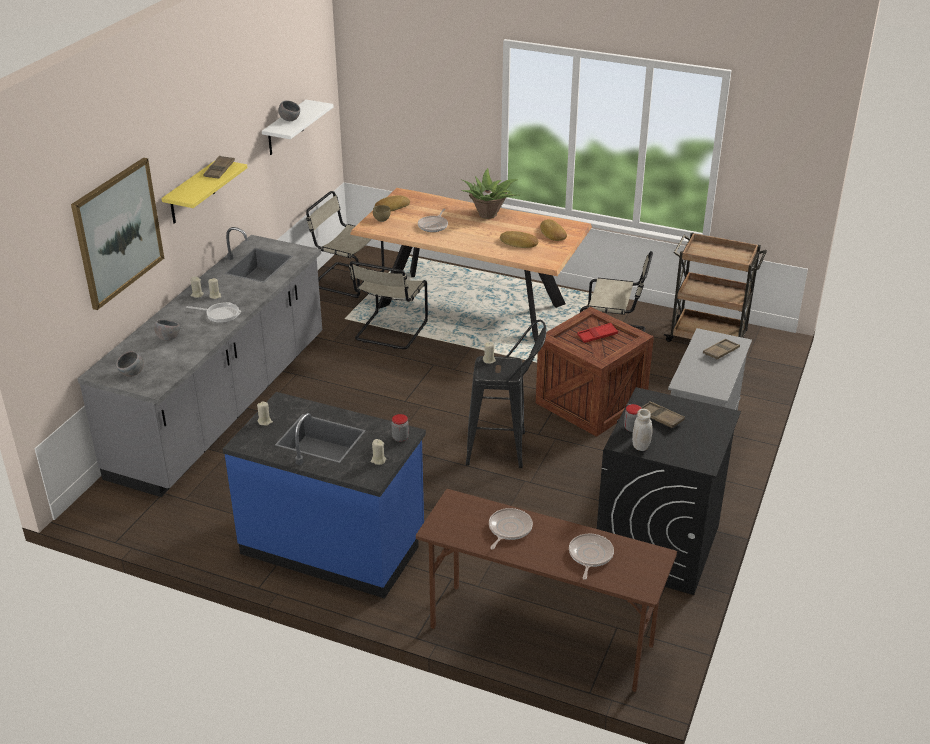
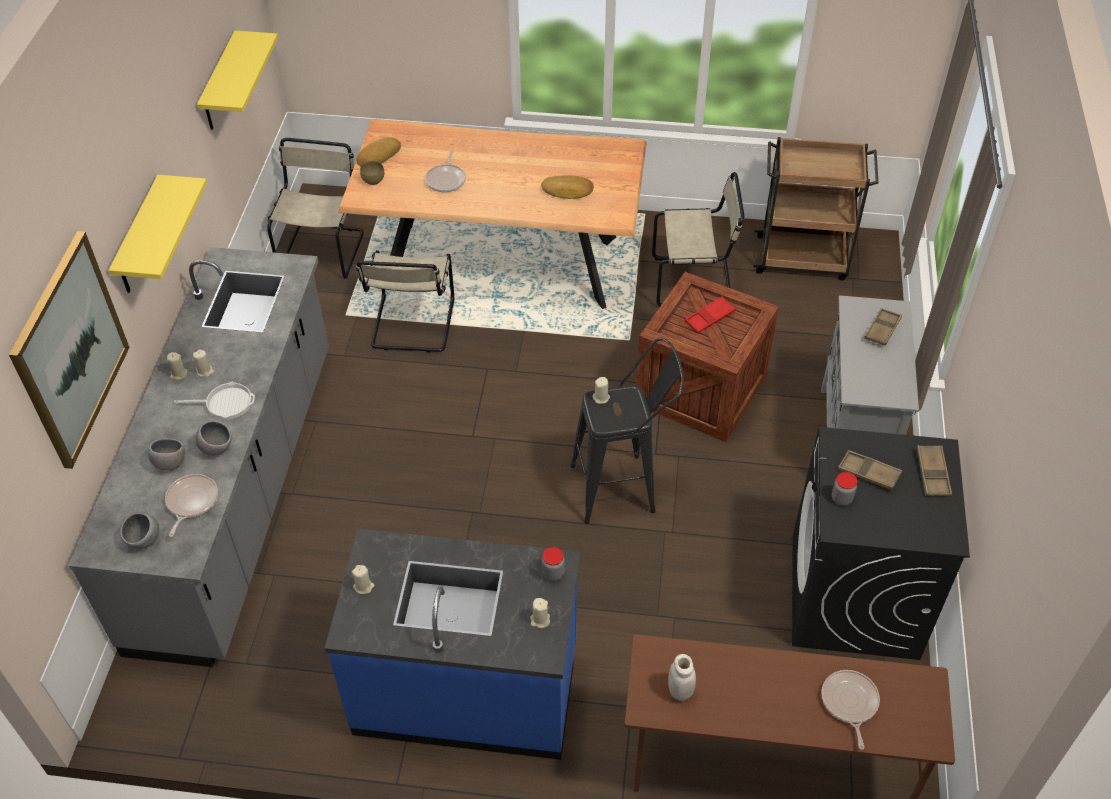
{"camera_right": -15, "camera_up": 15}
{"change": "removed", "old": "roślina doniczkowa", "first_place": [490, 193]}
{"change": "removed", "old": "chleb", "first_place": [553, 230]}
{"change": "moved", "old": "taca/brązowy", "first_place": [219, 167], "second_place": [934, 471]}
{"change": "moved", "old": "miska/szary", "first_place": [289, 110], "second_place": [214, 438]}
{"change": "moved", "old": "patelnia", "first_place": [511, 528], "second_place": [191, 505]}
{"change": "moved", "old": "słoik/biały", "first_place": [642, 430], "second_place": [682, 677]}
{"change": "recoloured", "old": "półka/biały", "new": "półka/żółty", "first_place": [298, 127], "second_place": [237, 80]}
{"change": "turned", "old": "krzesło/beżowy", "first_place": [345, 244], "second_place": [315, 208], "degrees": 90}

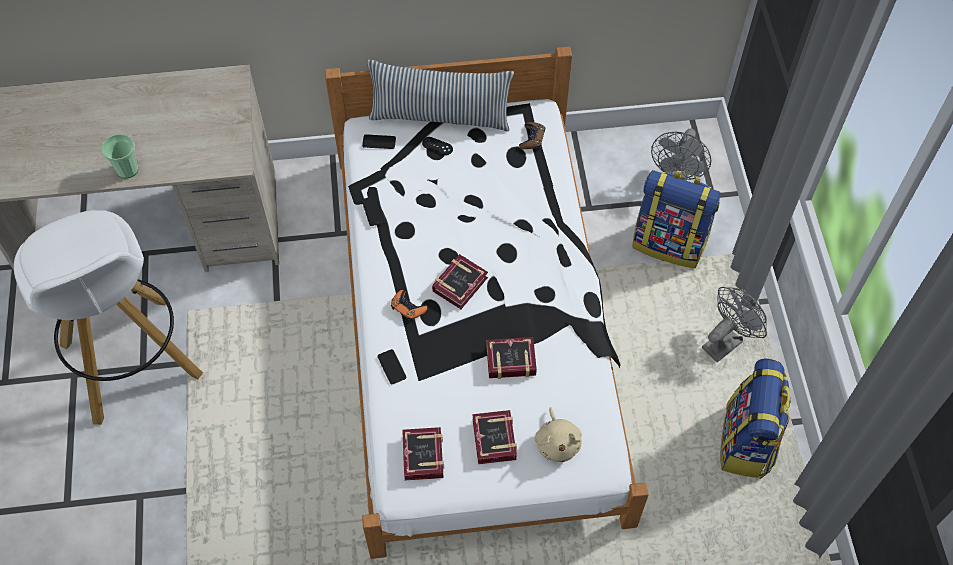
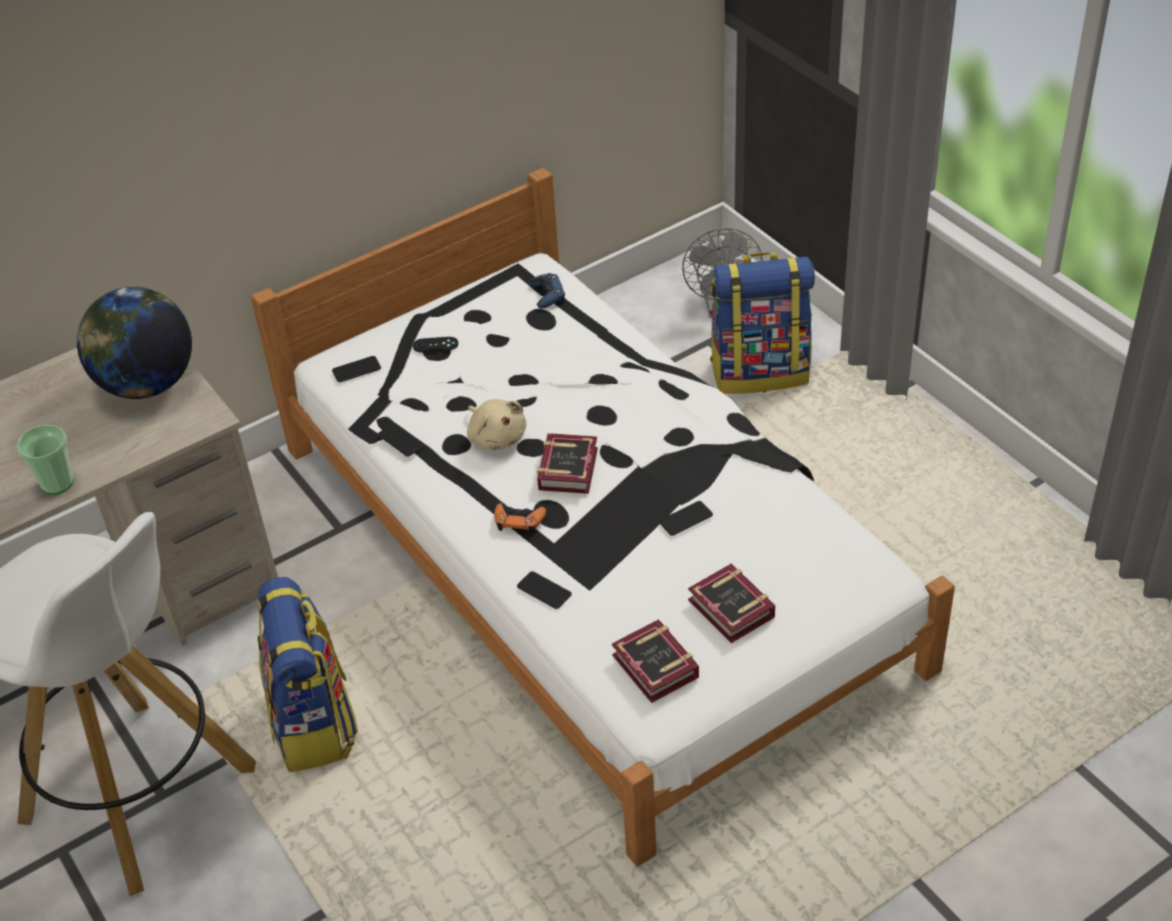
{"camera_right": -25, "camera_up": -15}
{"change": "removed", "old": "poduszka", "first_place": [440, 95]}
{"change": "removed", "old": "wentylator/szary", "first_place": [734, 324]}
{"change": "added", "new": "globus", "second_place": [134, 343]}
{"change": "moved", "old": "pluszak/beżowy", "first_place": [558, 434], "second_place": [496, 425]}
{"change": "moved", "old": "plecak", "first_place": [756, 418], "second_place": [307, 674]}
{"change": "replaced", "old": "książka", "new": "telefon", "first_place": [511, 358], "second_place": [686, 518]}
{"change": "recoloured", "old": "pad do gier/brązowy", "new": "pad do gier/niebieski", "first_place": [532, 135], "second_place": [547, 291]}

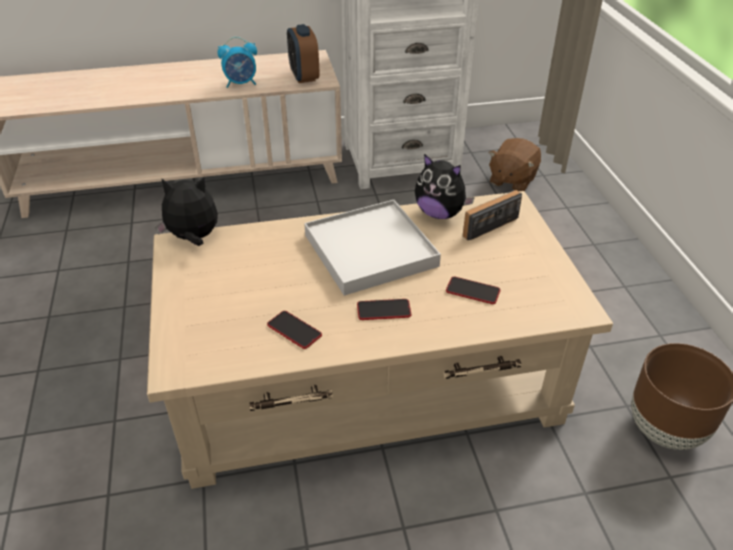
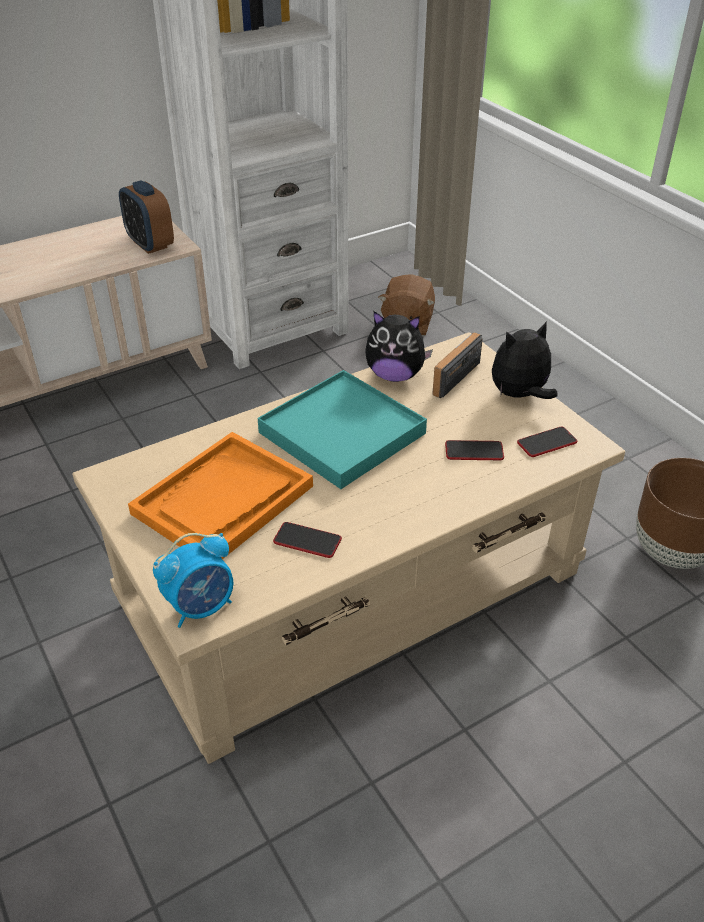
{"camera_right": -20, "camera_up": 0}
{"change": "added", "new": "taca/pomarańczowy", "second_place": [220, 495]}
{"change": "moved", "old": "pluszak", "first_place": [186, 211], "second_place": [525, 360]}
{"change": "moved", "old": "budzik", "first_place": [237, 62], "second_place": [193, 580]}
{"change": "moved", "old": "telefon", "first_place": [384, 309], "second_place": [547, 442]}
{"change": "recoloured", "old": "taca/biały", "new": "taca/turkusowy", "first_place": [372, 248], "second_place": [342, 429]}

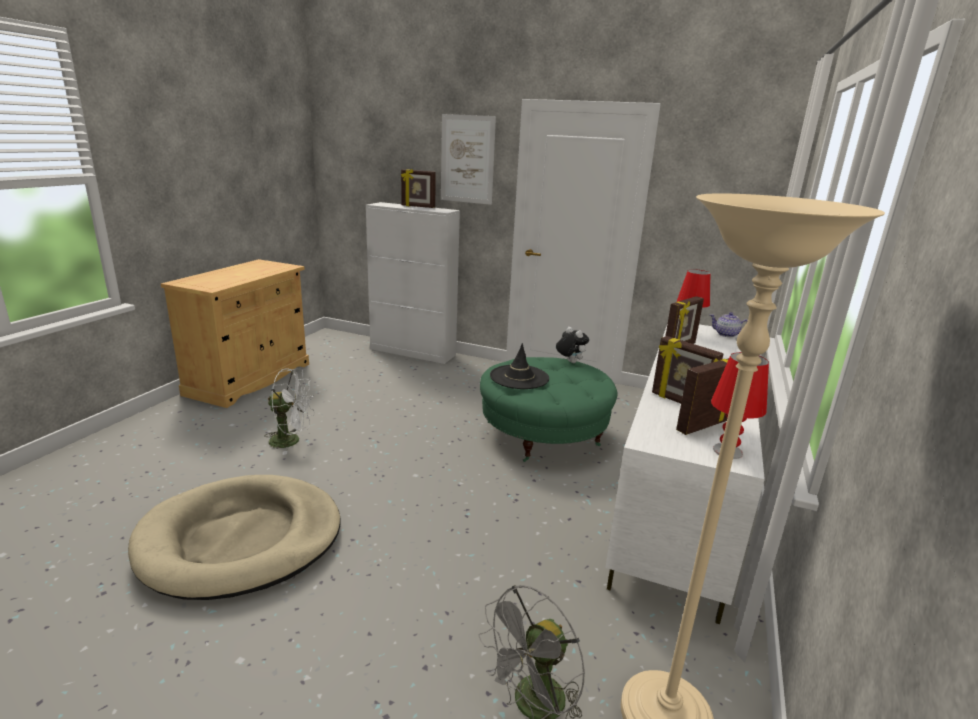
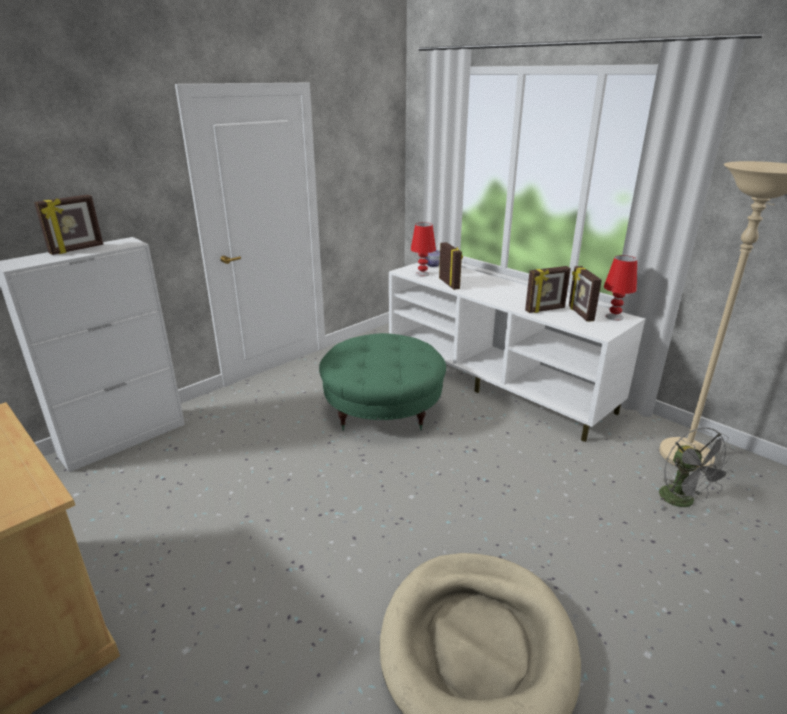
{"camera_right": -65, "camera_up": 5}
{"change": "removed", "old": "wentylator/biały", "first_place": [290, 411]}
{"change": "removed", "old": "obraz", "first_place": [468, 159]}
{"change": "removed", "old": "kapelusz/czarny", "first_place": [519, 366]}
{"change": "removed", "old": "pluszak", "first_place": [572, 345]}

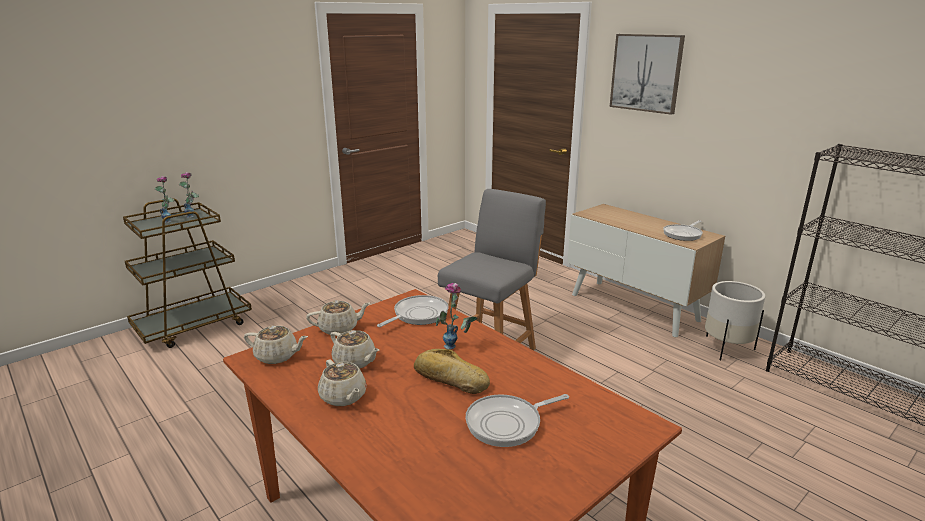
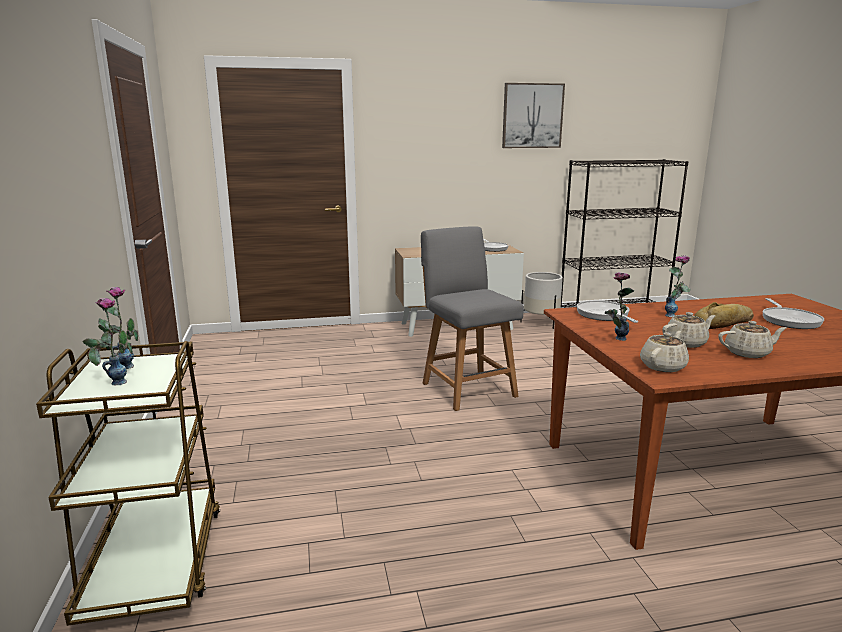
{"camera_right": -60, "camera_up": -5}
{"change": "moved", "old": "obraz", "first_place": [647, 74], "second_place": [533, 115]}
{"change": "replaced", "old": "imbryk/beżowy", "new": "wazon", "first_place": [338, 317], "second_place": [619, 306]}

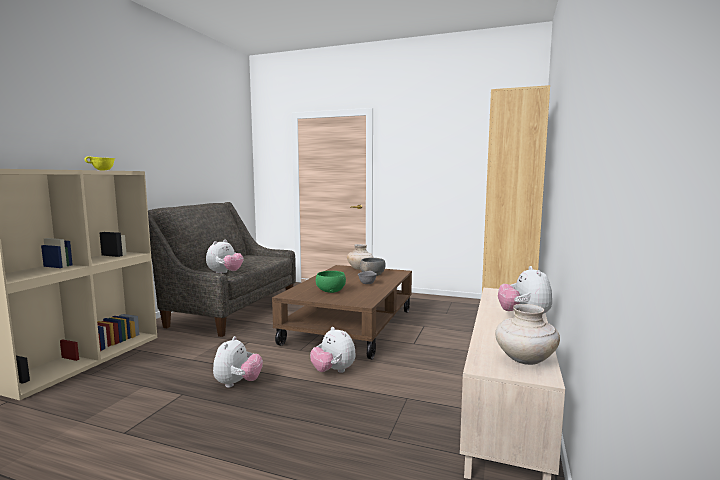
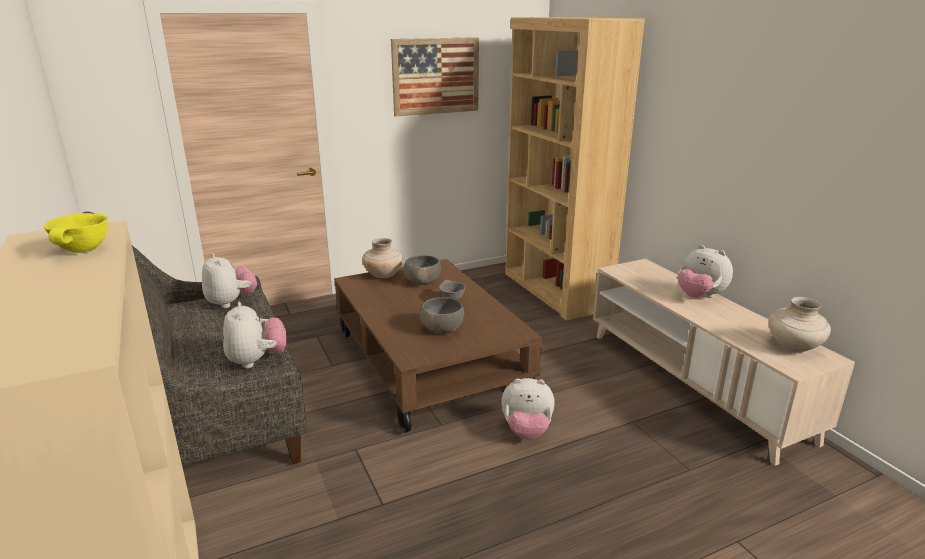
{"camera_right": -45, "camera_up": 15}
{"change": "added", "new": "obraz", "second_place": [435, 77]}
{"change": "moved", "old": "pluszak", "first_place": [238, 362], "second_place": [229, 280]}
{"change": "recoloured", "old": "miska/zielony", "new": "miska/szary", "first_place": [331, 282], "second_place": [442, 315]}

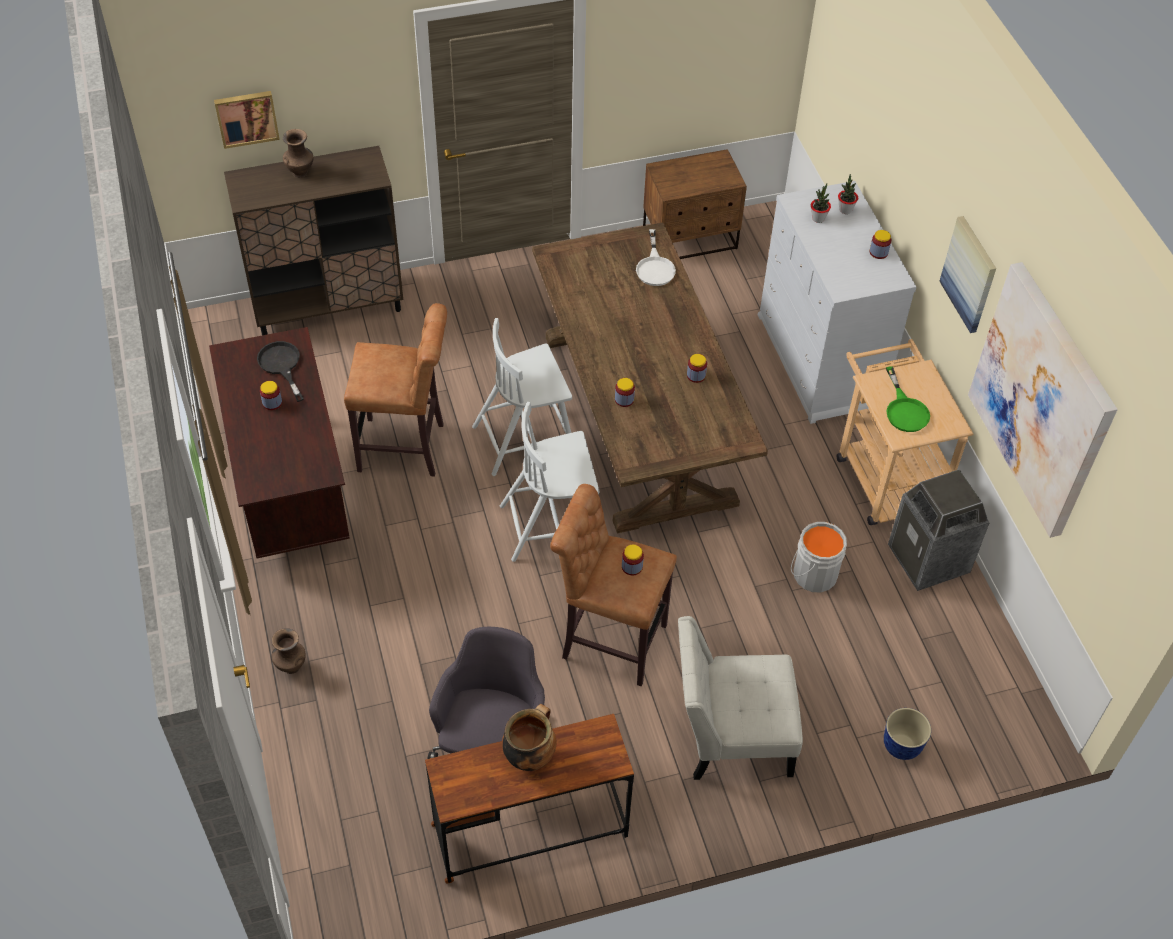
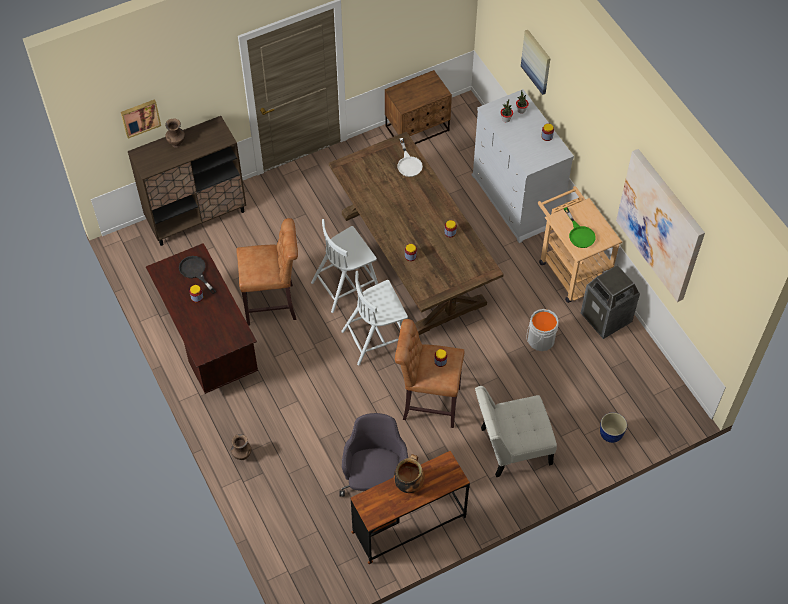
{"camera_right": -10, "camera_up": 5}
{"change": "moved", "old": "obraz", "first_place": [967, 274], "second_place": [536, 62]}

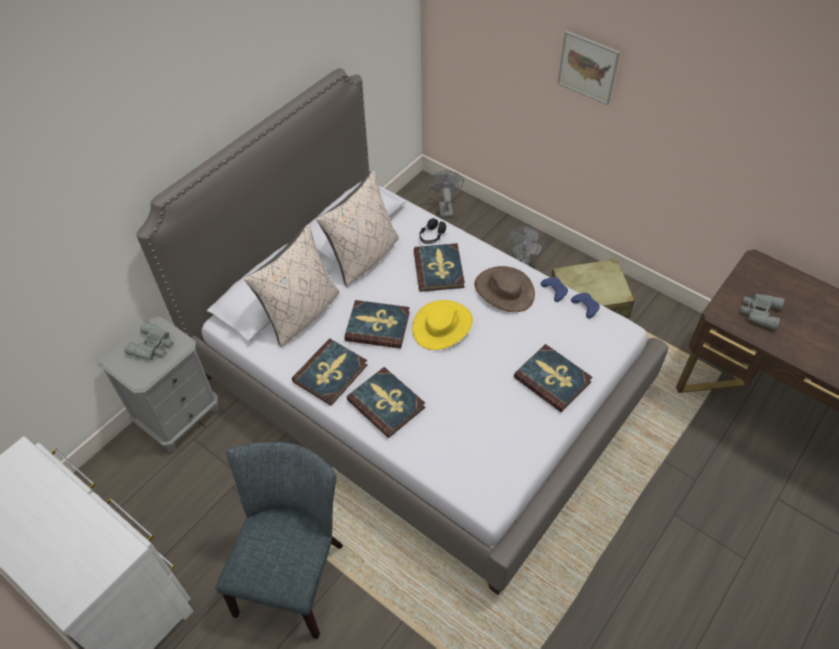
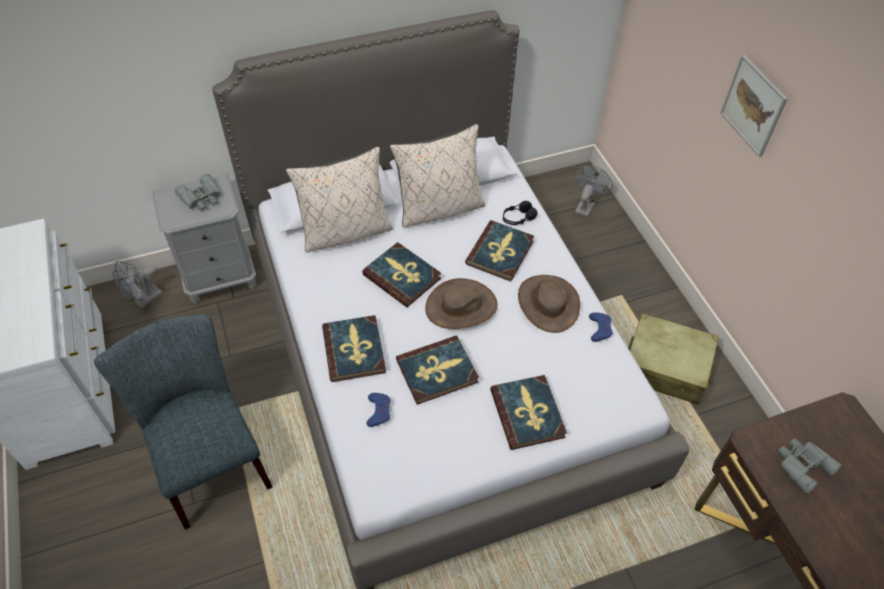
{"camera_right": 30, "camera_up": 0}
{"change": "moved", "old": "książka", "first_place": [329, 372], "second_place": [437, 370]}
{"change": "moved", "old": "wentylator/szary", "first_place": [525, 246], "second_place": [138, 284]}
{"change": "moved", "old": "pad do gier/niebieski", "first_place": [585, 305], "second_place": [379, 410]}
{"change": "recoloured", "old": "kapelusz/żółty", "new": "kapelusz/brązowy", "first_place": [442, 325], "second_place": [461, 303]}
{"change": "turned", "old": "krzesło/szary", "first_place": [279, 540], "second_place": [183, 422], "degrees": -75}

